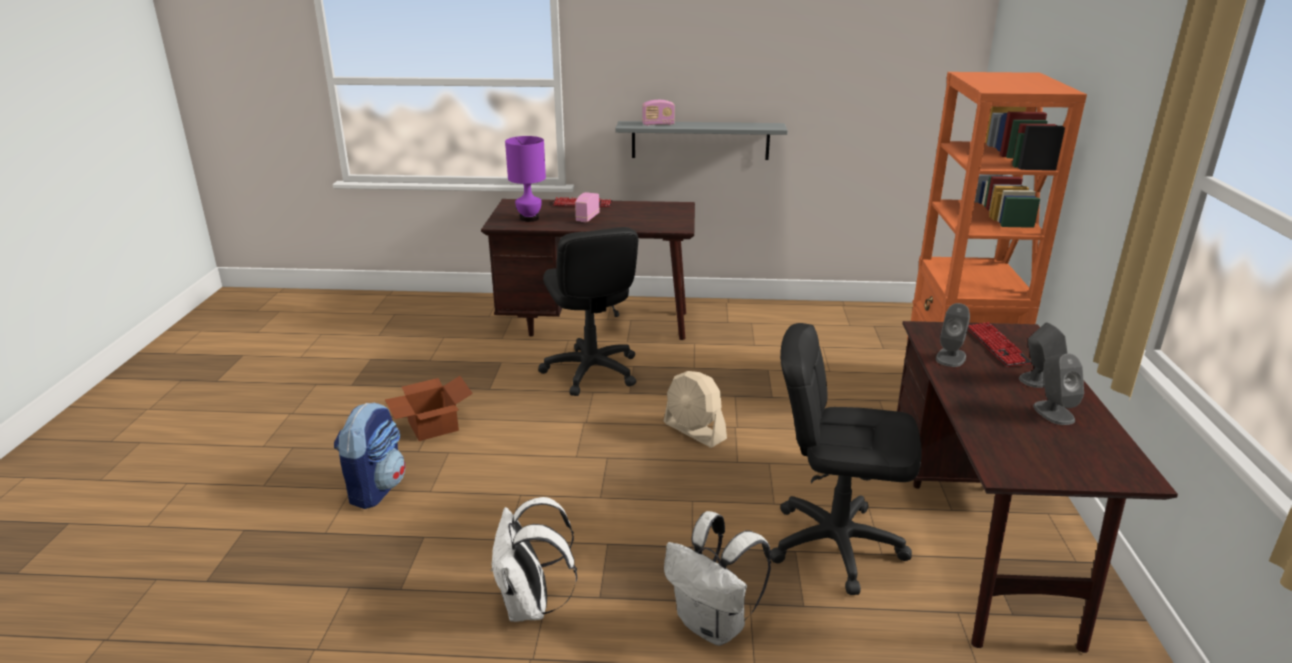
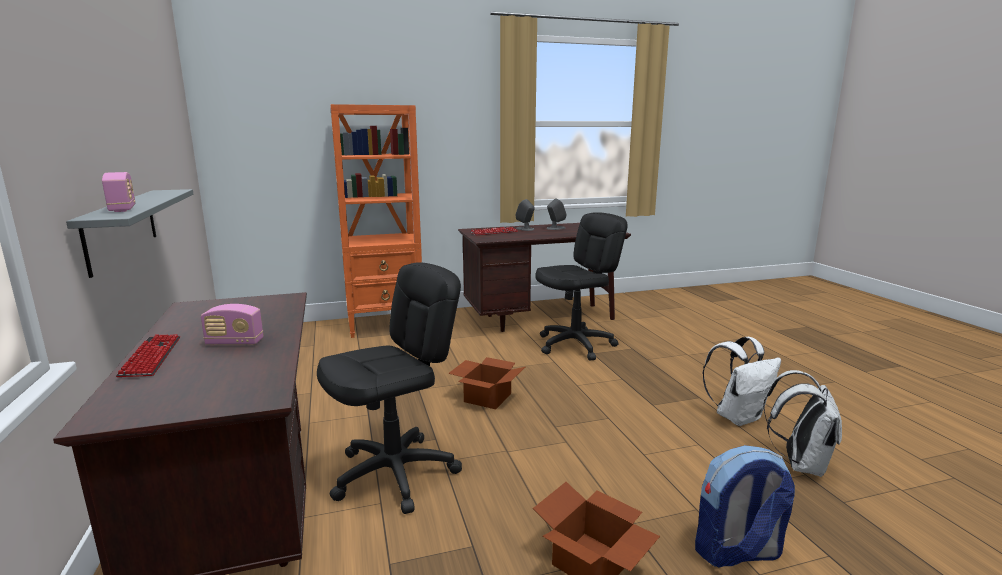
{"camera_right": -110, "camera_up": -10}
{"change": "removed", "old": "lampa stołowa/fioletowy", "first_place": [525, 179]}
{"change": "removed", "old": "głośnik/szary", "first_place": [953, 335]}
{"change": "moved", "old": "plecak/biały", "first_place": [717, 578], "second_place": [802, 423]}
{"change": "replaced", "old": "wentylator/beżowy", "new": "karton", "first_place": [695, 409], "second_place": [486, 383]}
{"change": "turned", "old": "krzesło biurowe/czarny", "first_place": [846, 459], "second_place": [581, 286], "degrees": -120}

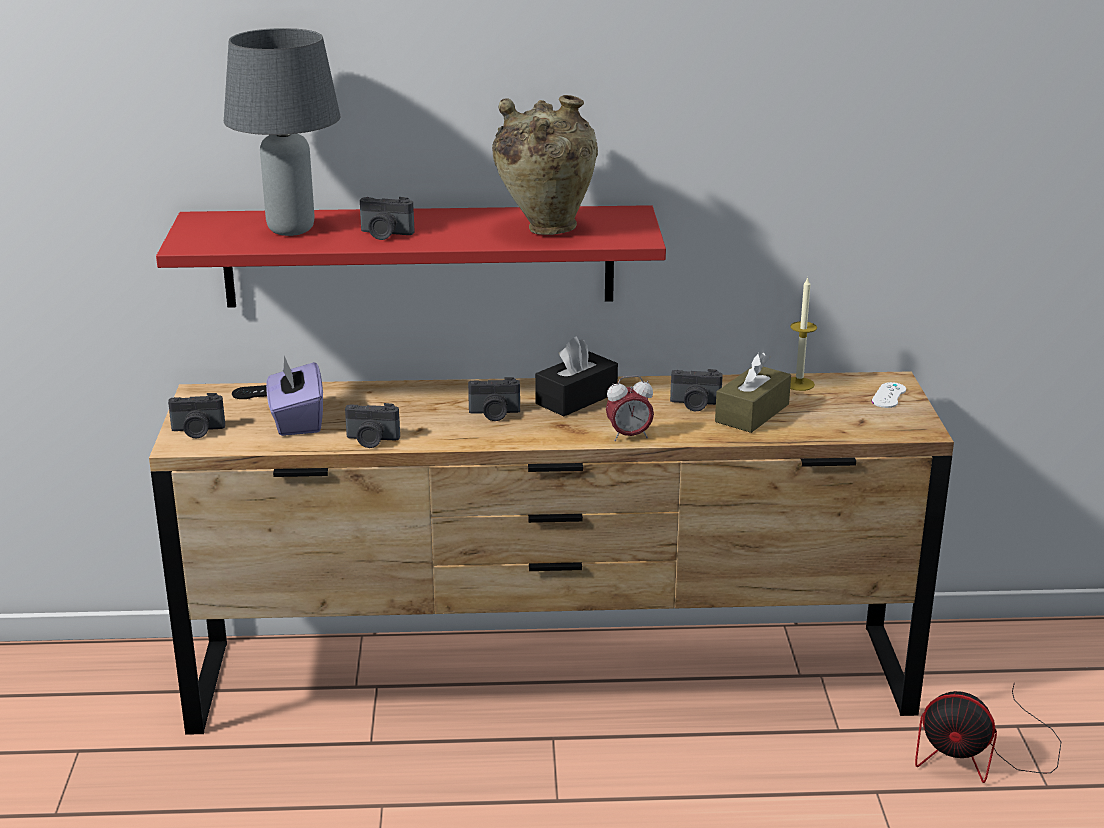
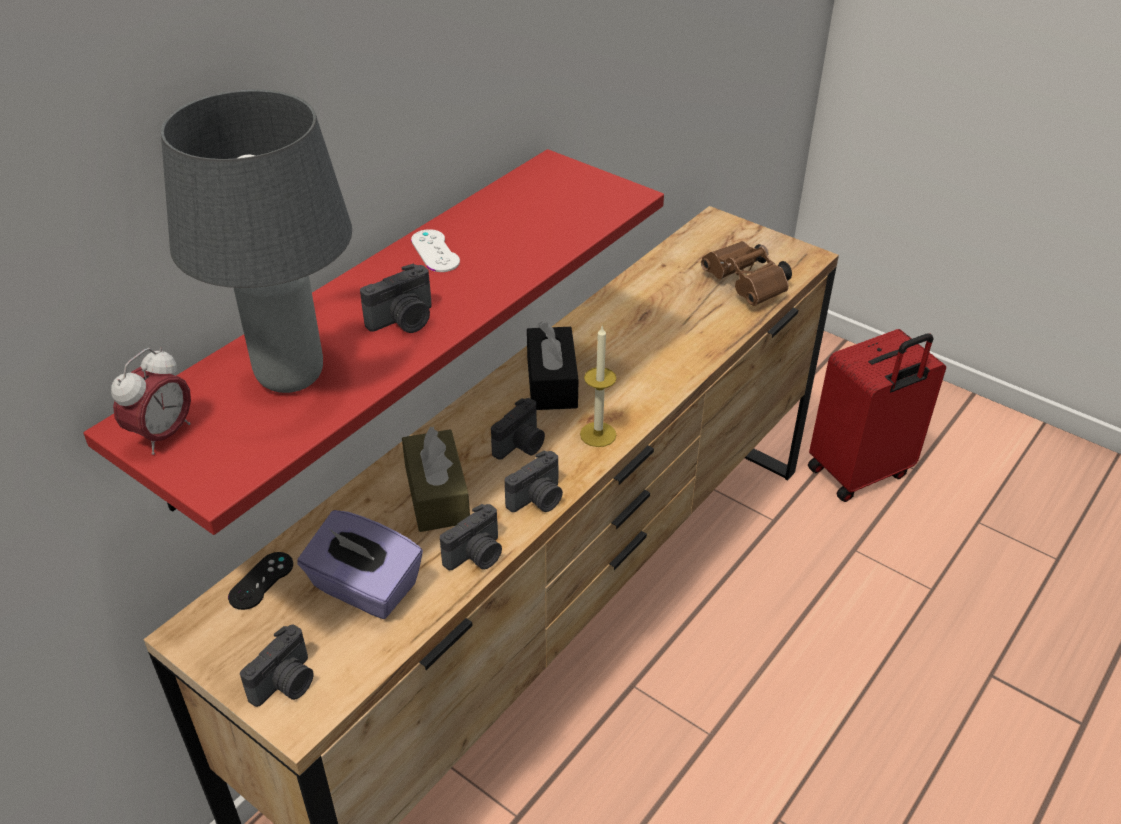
{"camera_right": -50, "camera_up": 15}
{"change": "removed", "old": "wazon/beżowy", "first_place": [545, 165]}
{"change": "added", "new": "lornetka/brązowy", "second_place": [746, 273]}
{"change": "moved", "old": "budzik", "first_place": [630, 408], "second_place": [151, 401]}
{"change": "moved", "old": "aparat fotograficzny", "first_place": [696, 390], "second_place": [534, 481]}
{"change": "moved", "old": "pudełko chusteczek/brązowy", "first_place": [753, 392], "second_place": [436, 479]}
{"change": "moved", "old": "świeca", "first_place": [803, 334], "second_place": [598, 386]}
{"change": "moved", "old": "pad do gier/biały", "first_place": [889, 395], "second_place": [435, 250]}
{"change": "replaced", "old": "wentylator", "new": "walizka/czerwony", "first_place": [988, 733], "second_place": [877, 415]}

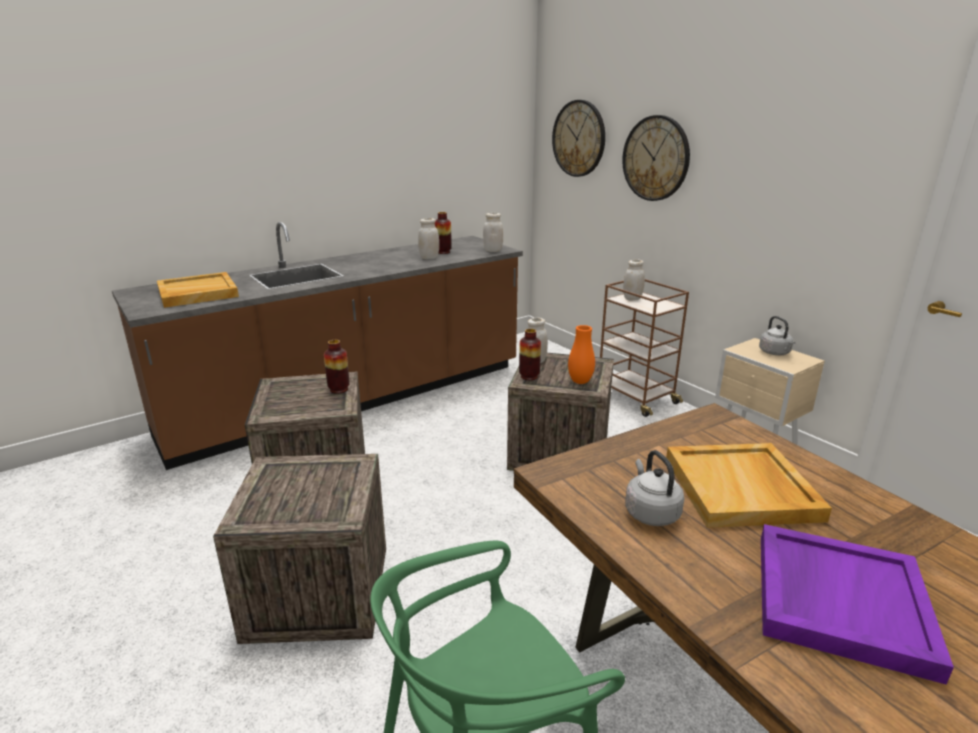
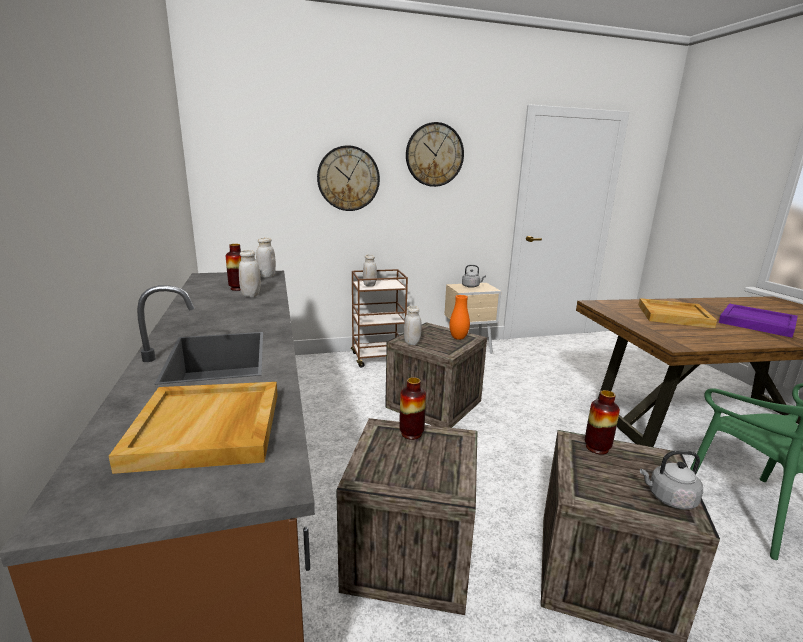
{"camera_right": -70, "camera_up": -5}
{"change": "moved", "old": "wazon", "first_place": [530, 354], "second_place": [602, 422]}
{"change": "moved", "old": "zegar ścienny", "first_place": [578, 138], "second_place": [435, 154]}
{"change": "moved", "old": "czajnik/szary", "first_place": [654, 488], "second_place": [671, 480]}

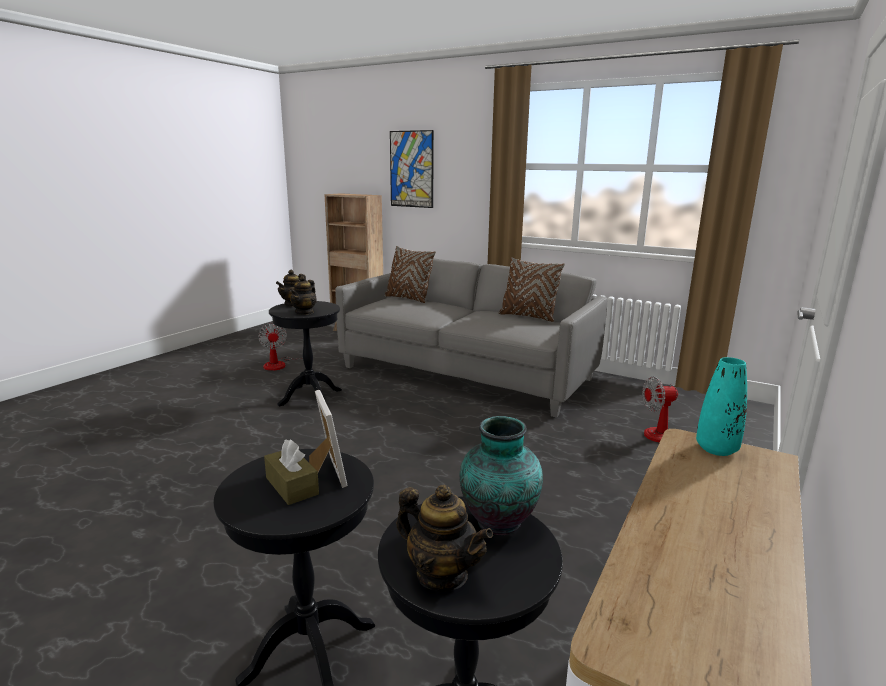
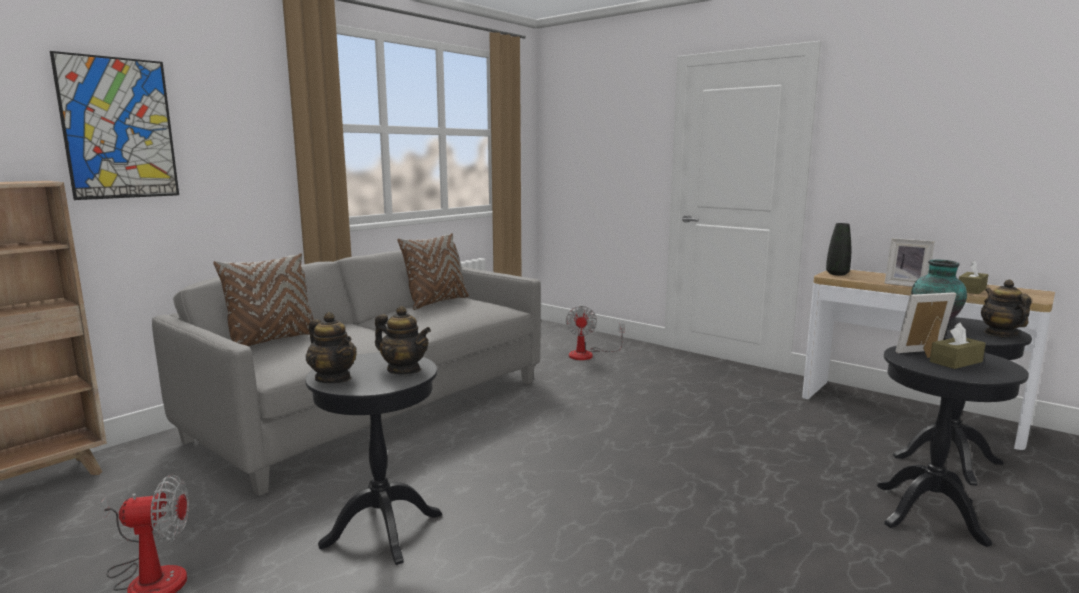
{"camera_right": -80, "camera_up": -5}
{"change": "added", "new": "ramka na zdjęcie", "second_place": [910, 262]}
{"change": "added", "new": "pudełko chusteczek/brązowy", "second_place": [973, 277]}
{"change": "recoloured", "old": "wazon/turkusowy", "new": "wazon/czarny", "first_place": [721, 406], "second_place": [838, 249]}
{"change": "turned", "old": "imbryk", "first_place": [444, 538], "second_place": [1006, 308], "degrees": -45}

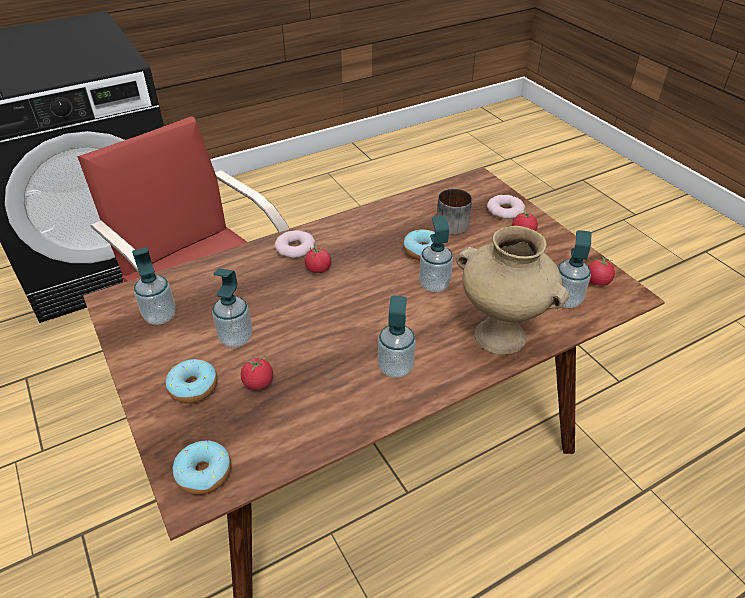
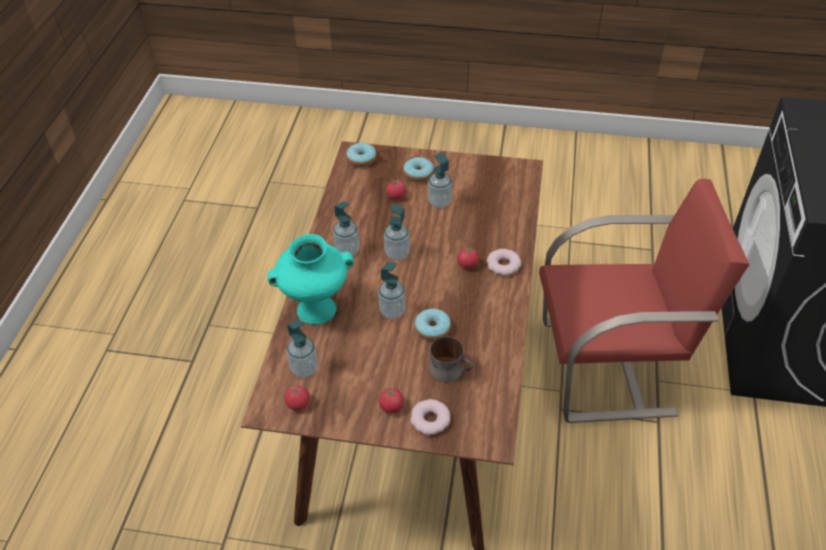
{"camera_right": 130, "camera_up": 5}
{"change": "moved", "old": "dozownik mydła", "first_place": [153, 286], "second_place": [397, 231]}
{"change": "recoloured", "old": "wazon/beżowy", "new": "wazon/turkusowy", "first_place": [512, 290], "second_place": [310, 279]}

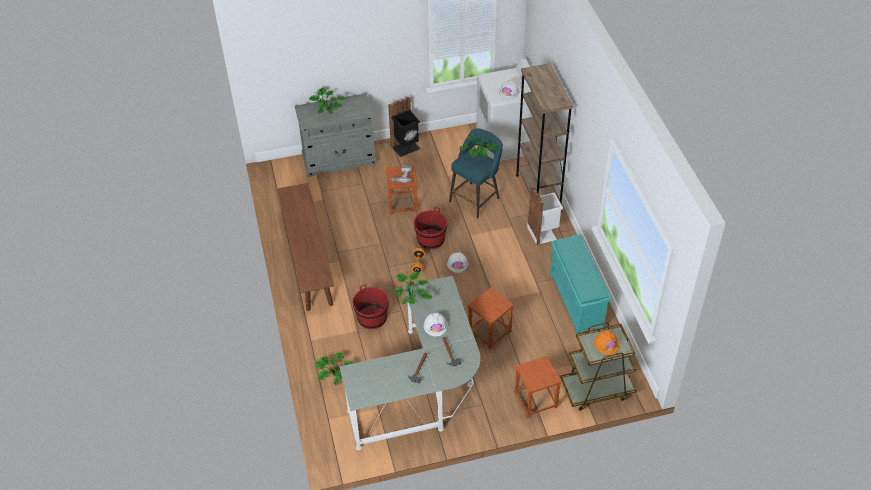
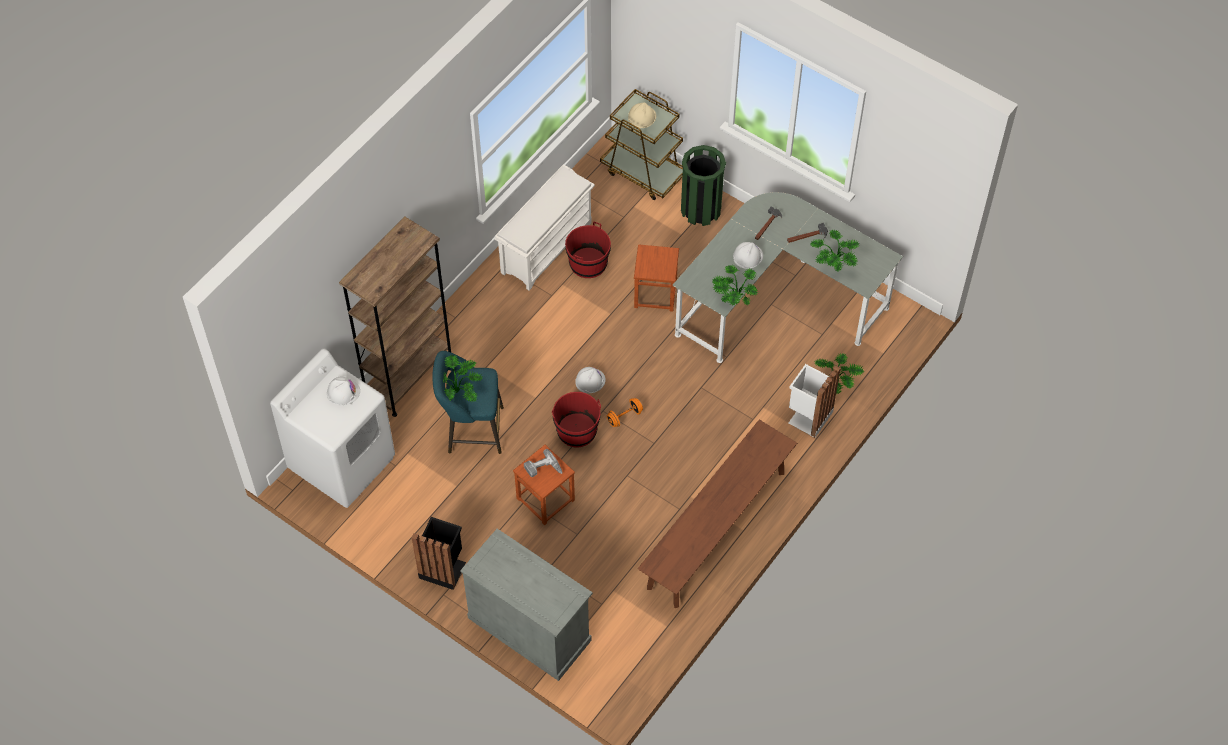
{"camera_right": -130, "camera_up": 10}
{"change": "moved", "old": "roślina doniczkowa", "first_place": [327, 101], "second_place": [834, 250]}
{"change": "moved", "old": "wiadro/czerwony", "first_place": [371, 306], "second_place": [588, 249]}
{"change": "moved", "old": "kosz na śmieci/biały", "first_place": [545, 215], "second_place": [815, 401]}
{"change": "replaced", "old": "stołek/brązowy", "new": "kosz na śmieci/zielony", "first_place": [538, 387], "second_place": [703, 185]}
{"change": "recoloured", "old": "regał na buty/turkusowy", "new": "regał na buty/biały", "first_place": [580, 284], "second_place": [545, 227]}
{"change": "recoloured", "old": "kask/pomarańczowy", "new": "kask/beżowy", "first_place": [606, 342], "second_place": [642, 115]}

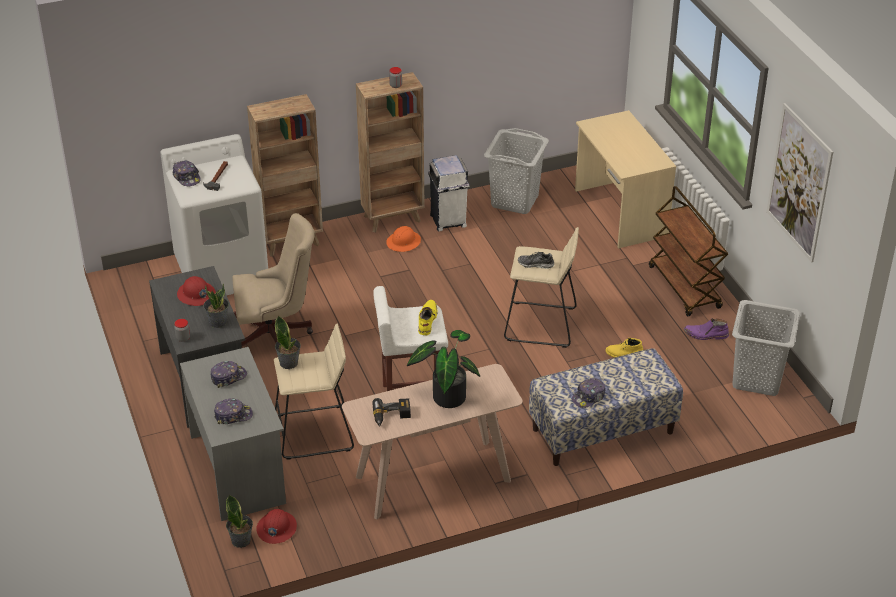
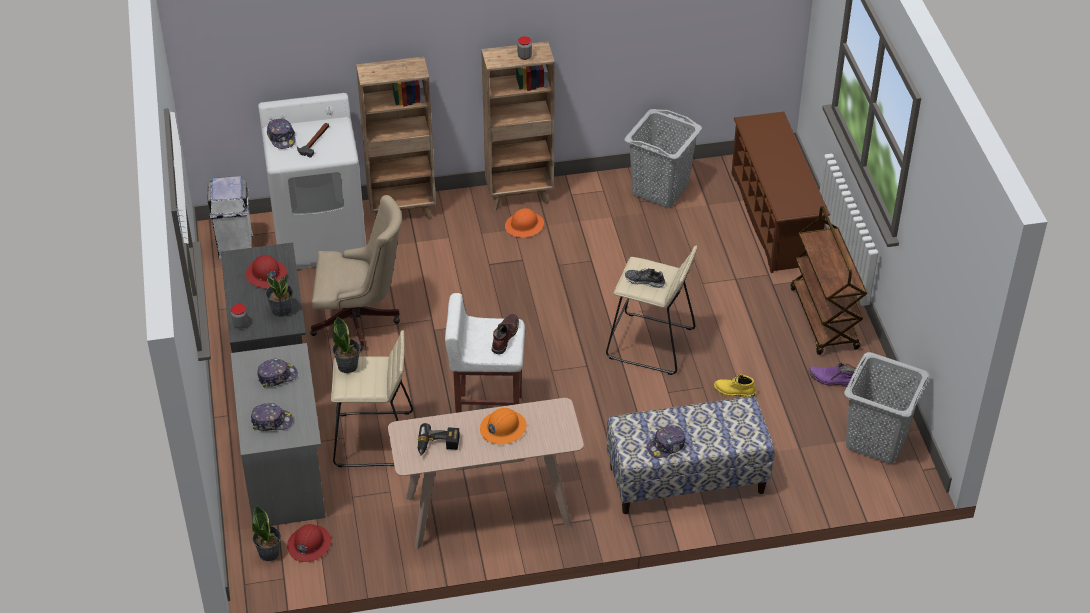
{"camera_right": 10, "camera_up": 5}
{"change": "removed", "old": "obraz", "first_place": [799, 183]}
{"change": "moved", "old": "kosz na śmieci/biały", "first_place": [448, 193], "second_place": [230, 217]}
{"change": "replaced", "old": "roślina doniczkowa", "new": "kask/pomarańczowy", "first_place": [443, 369], "second_place": [503, 426]}
{"change": "replaced", "old": "biurko/beżowy", "new": "regał na buty/brązowy", "first_place": [625, 179], "second_place": [780, 192]}
{"change": "recoloured", "old": "but z cholewką/żółty", "new": "but z cholewką/brązowy", "first_place": [427, 317], "second_place": [505, 334]}

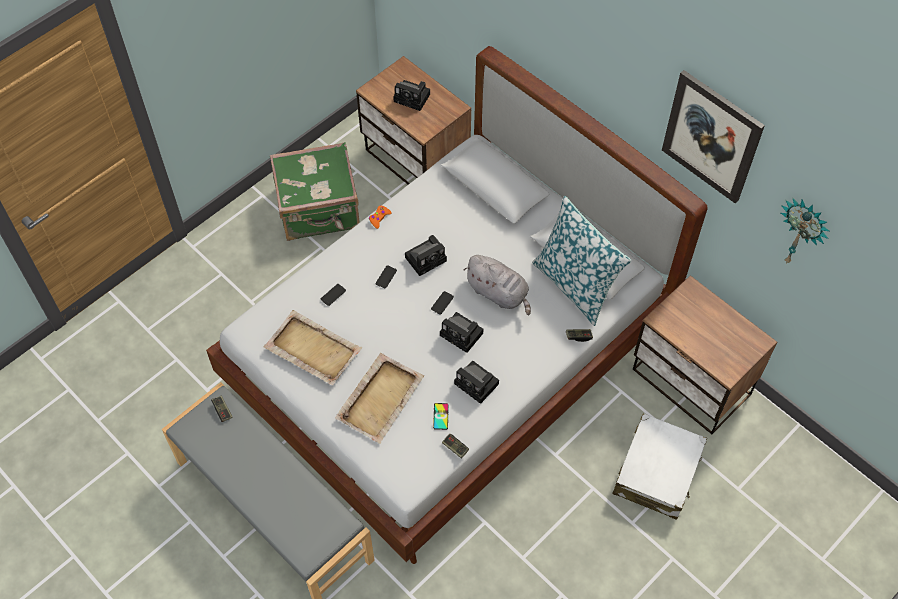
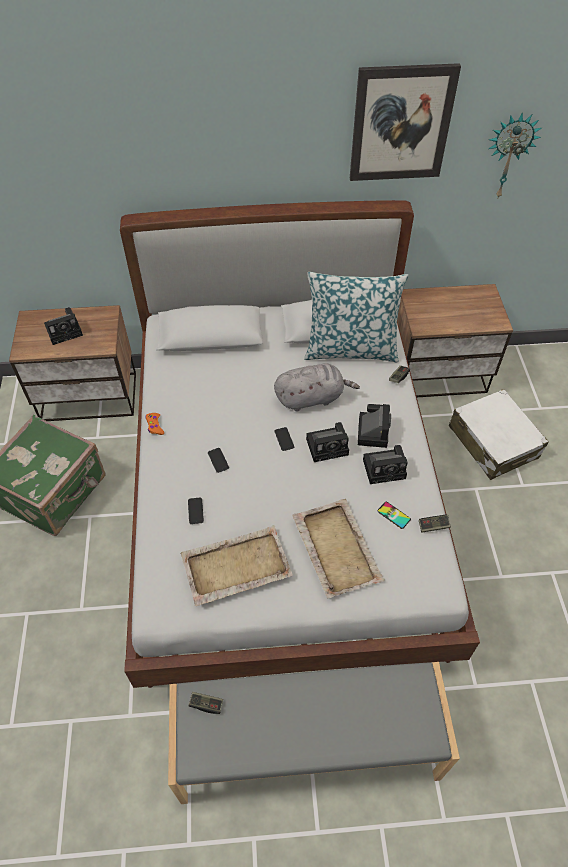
{"camera_right": -50, "camera_up": -5}
{"change": "moved", "old": "aparat fotograficzny", "first_place": [426, 255], "second_place": [374, 426]}

